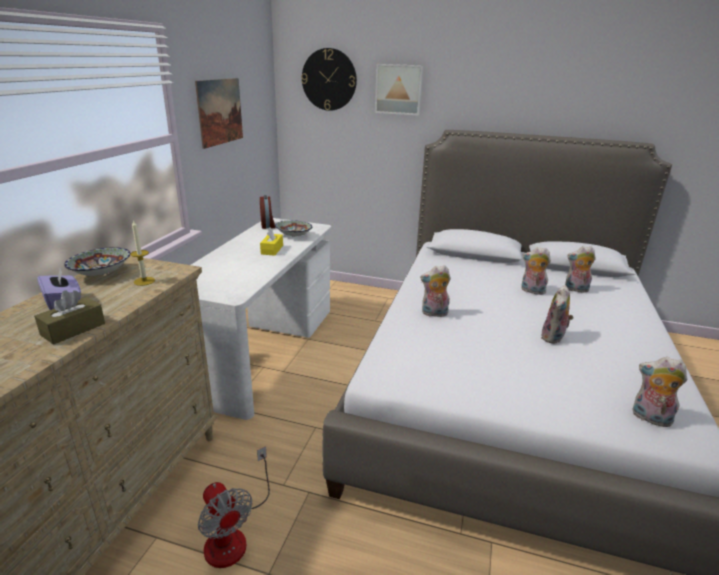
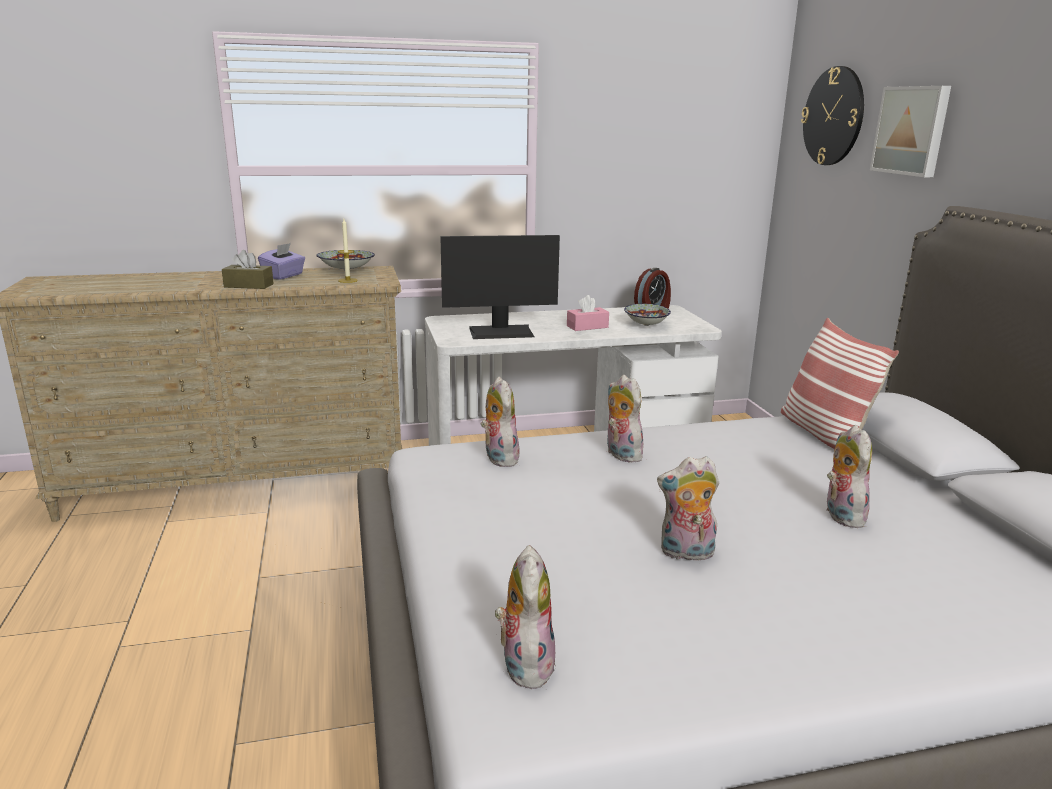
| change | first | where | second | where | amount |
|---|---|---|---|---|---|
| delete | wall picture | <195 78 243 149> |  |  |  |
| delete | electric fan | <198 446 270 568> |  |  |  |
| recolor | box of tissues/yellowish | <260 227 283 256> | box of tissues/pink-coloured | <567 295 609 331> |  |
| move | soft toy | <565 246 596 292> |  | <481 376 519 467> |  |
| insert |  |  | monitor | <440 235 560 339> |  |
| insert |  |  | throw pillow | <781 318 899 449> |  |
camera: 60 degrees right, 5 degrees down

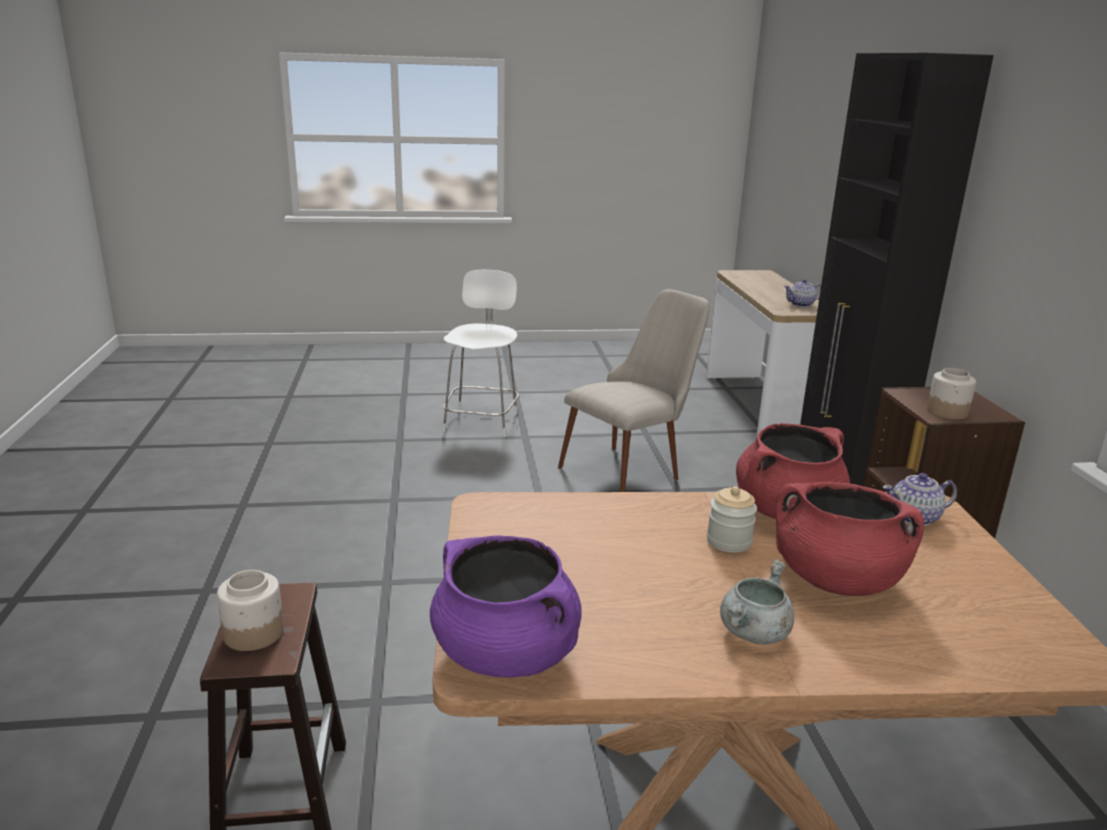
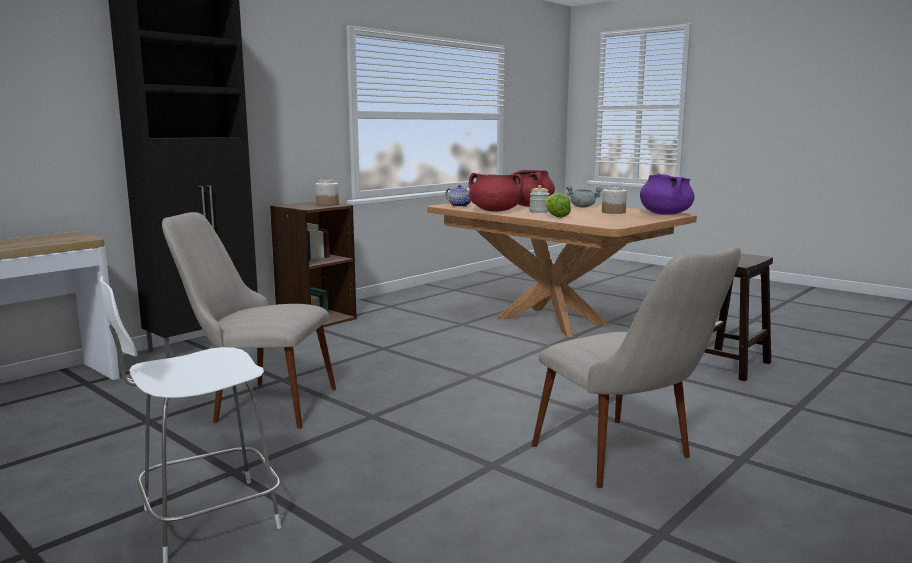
| change | first | where | second | where | amount |
|---|---|---|---|---|---|
| move | storage jar | <217 570 284 651> |  | <602 186 627 214> |  |
| delete | tea pot | <784 279 821 307> |  |  |  |
| insert |  |  | plain chair/beige-coloured | <532 247 741 488> |  |
| insert |  |  | head of lettuce | <545 193 571 218> |  |
camera: 130 degrees left, 10 degrees down

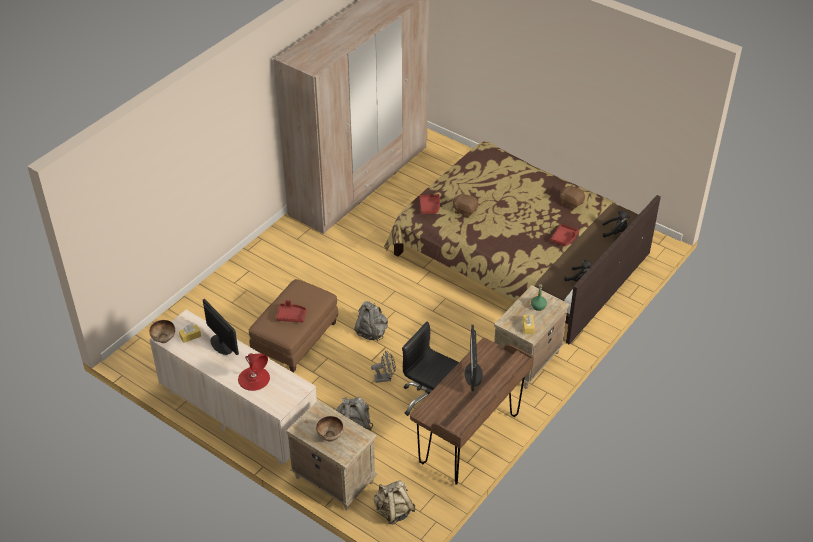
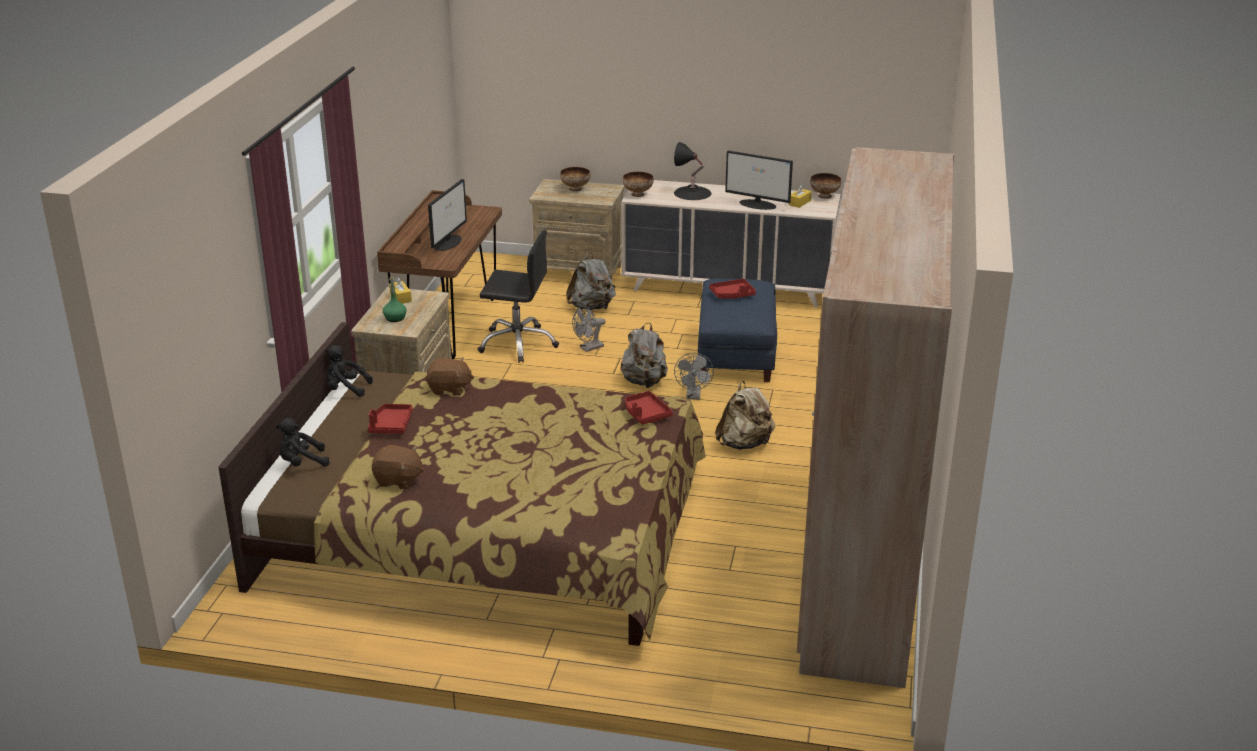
| change | first | where | second | where | amount |
|---|---|---|---|---|---|
| recolor | tabletop lamp/red-coloured | <238 353 270 391> | tabletop lamp/black | <674 142 711 200> |  |
| recolor | pouffe/brownish | <249 279 338 373> | pouffe/blue | <698 279 777 382> |  |
| move | knapsack/beige-coloured | <374 480 415 524> |  | <715 381 775 450> |  |
| move | soft toy/brownish | <452 192 478 217> |  | <426 357 474 396> |  |
| rotate | monitor | <464 325 483 391> |  | <428 179 467 251> | 45 degrees clockwise |
| insert |  |  | deep dish | <623 171 654 197> |  |
| insert |  |  | electric fan/gray | <674 353 714 400> |  |
camera: 155 degrees right, 15 degrees down

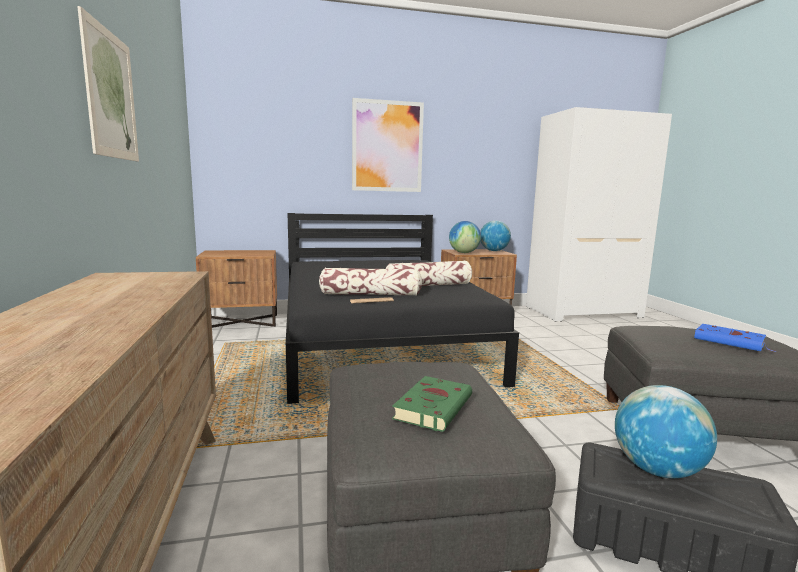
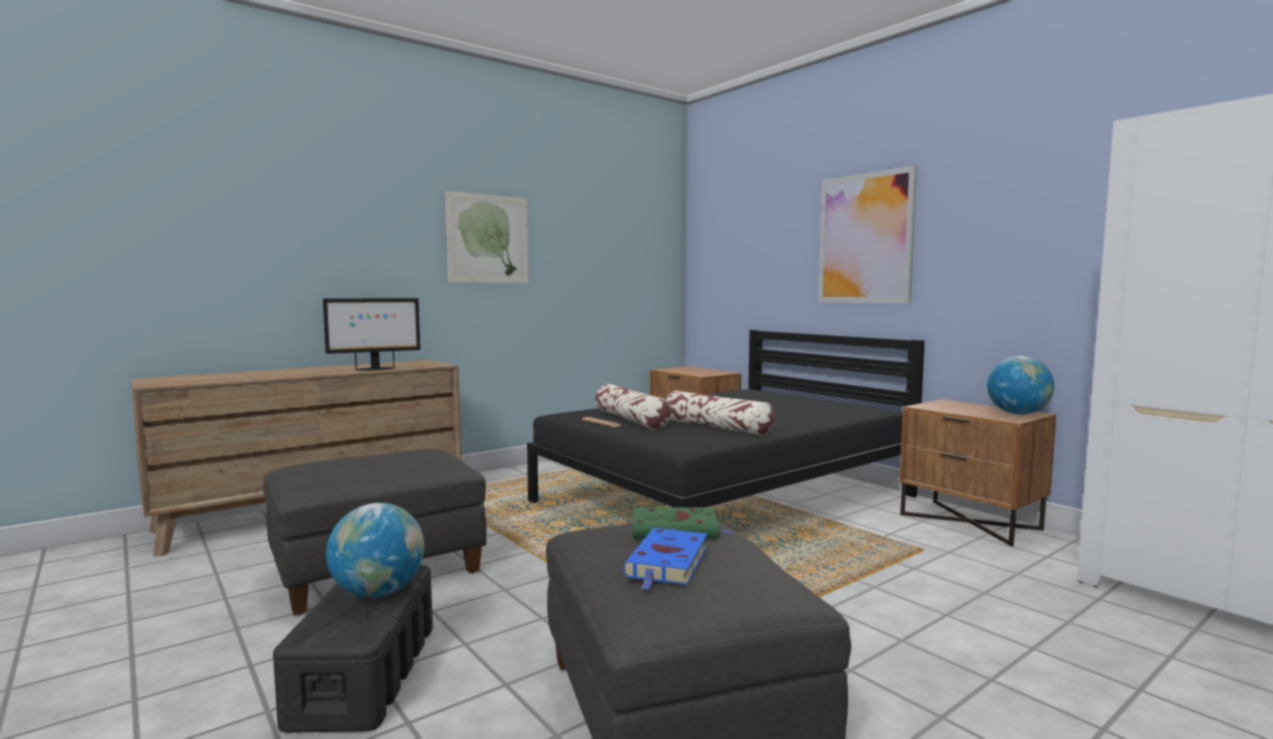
| change | first | where | second | where | amount |
|---|---|---|---|---|---|
| move | volume/greenish | <392 376 472 432> |  | <632 507 733 538> |  |
| delete | world globe | <449 221 481 253> |  |  |  |
| insert |  |  | monitor | <323 298 421 371> |  |
camera: 65 degrees right, 5 degrees down

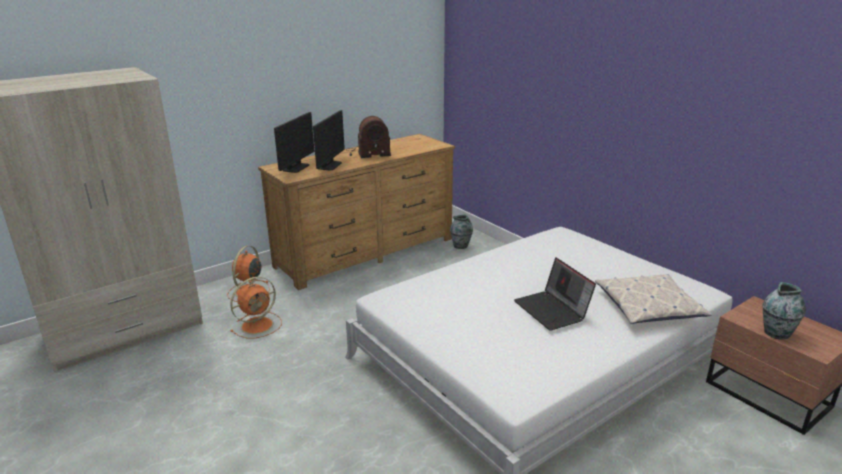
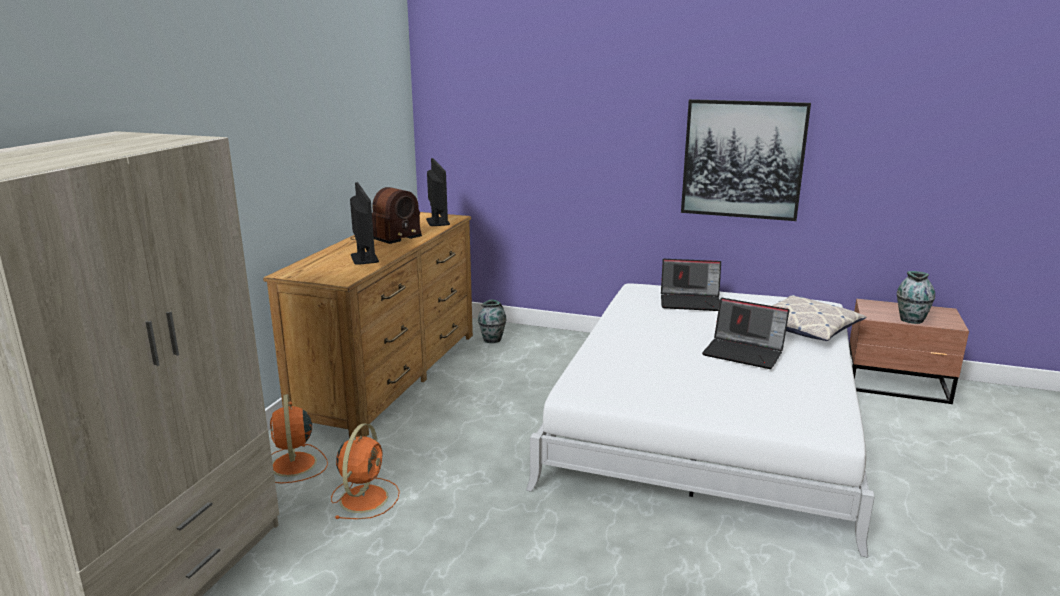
| change | first | where | second | where | amount |
|---|---|---|---|---|---|
| move | monitor | <274 112 314 173> |  | <426 158 450 226> |  |
| insert |  |  | laptop | <661 259 721 311> |  |
| insert |  |  | wall picture | <681 99 811 221> |  |
camera: 35 degrees left, 5 degrees down

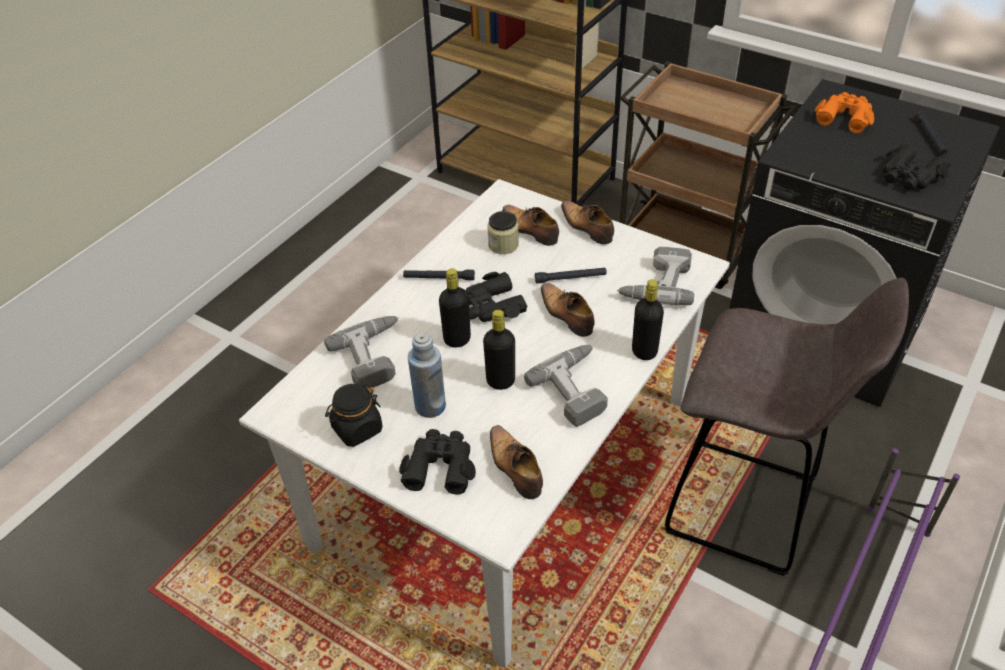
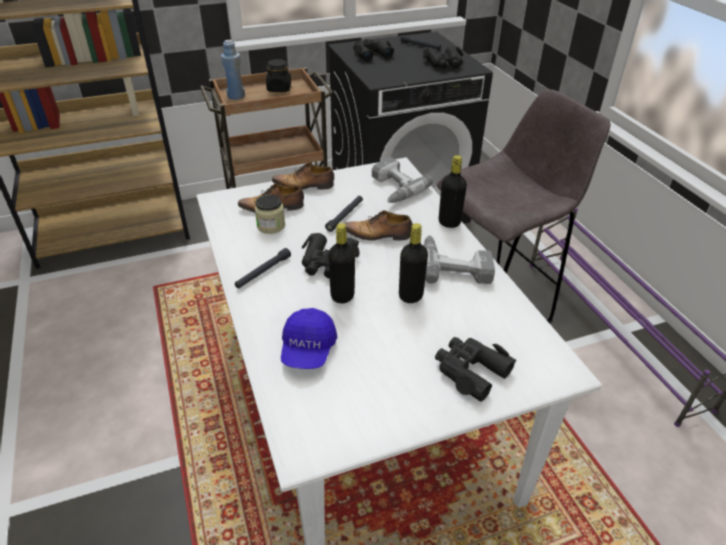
| change | first | where | second | where | amount |
|---|---|---|---|---|---|
| replace | electric drill | <324 316 398 389> | cap/blue | <281 308 337 369> |  |
| move | storage jar/black | <325 384 383 447> |  | <266 59 291 92> |  |
| move | bottle/blue | <408 333 446 418> |  | <221 40 245 100> |  |
| delete | shoe | <490 425 543 499> |  |  |  |
| recolor | binoculars/orange-coloured | <815 92 874 134> | binoculars/black | <353 39 394 62> |  |
camera: 55 degrees left, 5 degrees down

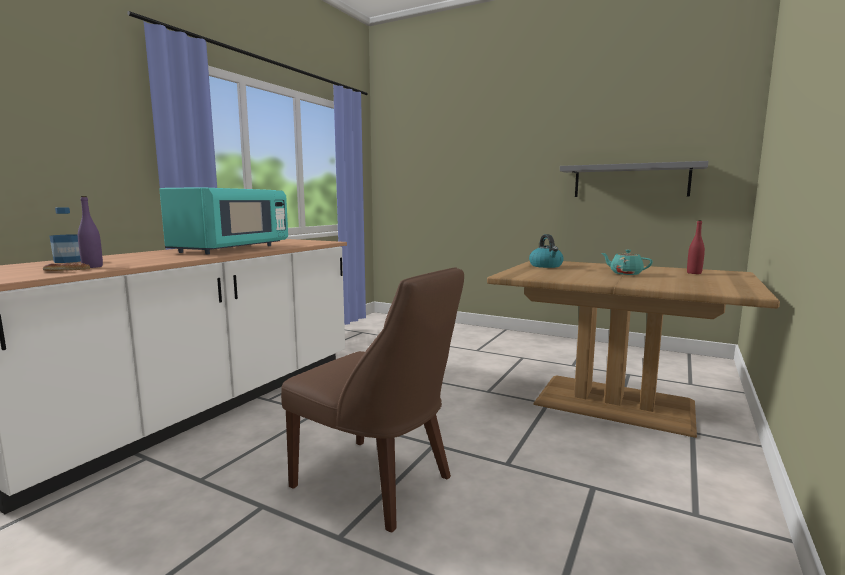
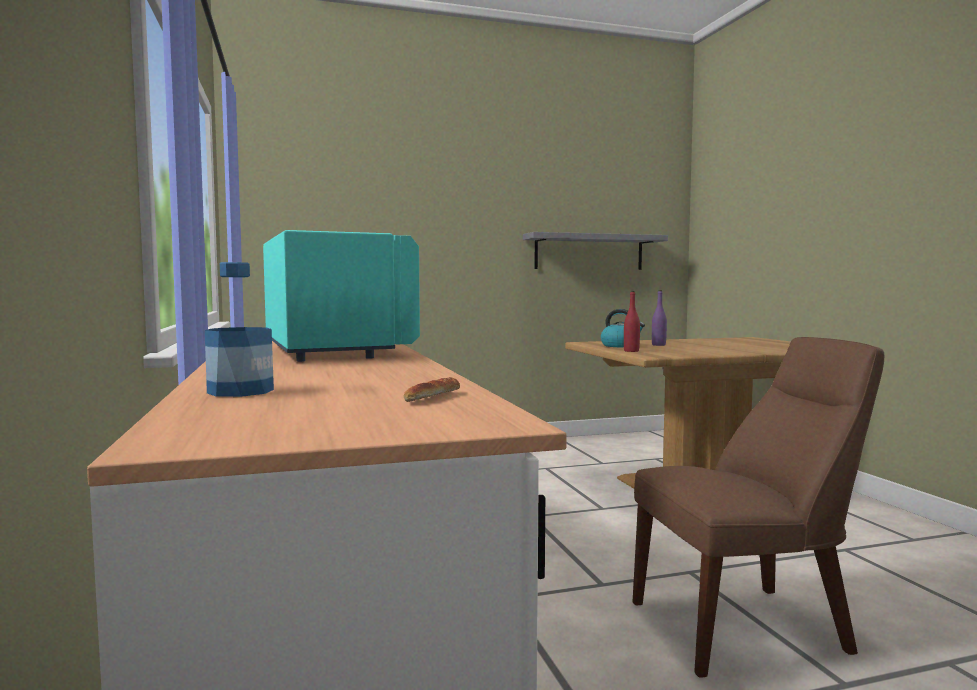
| change | first | where | second | where | amount |
|---|---|---|---|---|---|
| move | bottle/purple-coloured | <78 196 103 268> |  | <652 290 667 346> |  |
| delete | tea pot/turquoise | <601 250 653 275> |  |  |  |
| move | bottle/red-coloured | <687 220 705 274> |  | <624 291 640 352> |  |
camera: 45 degrees left, 5 degrees down

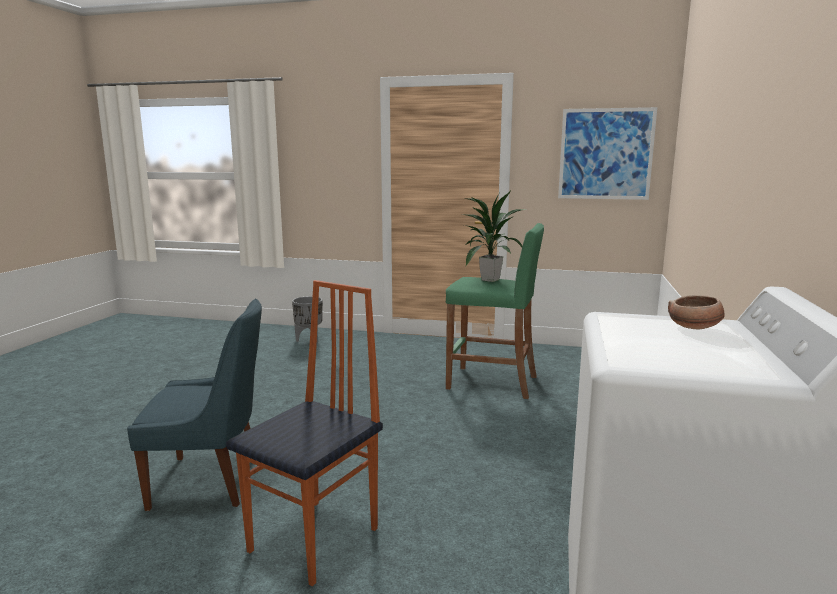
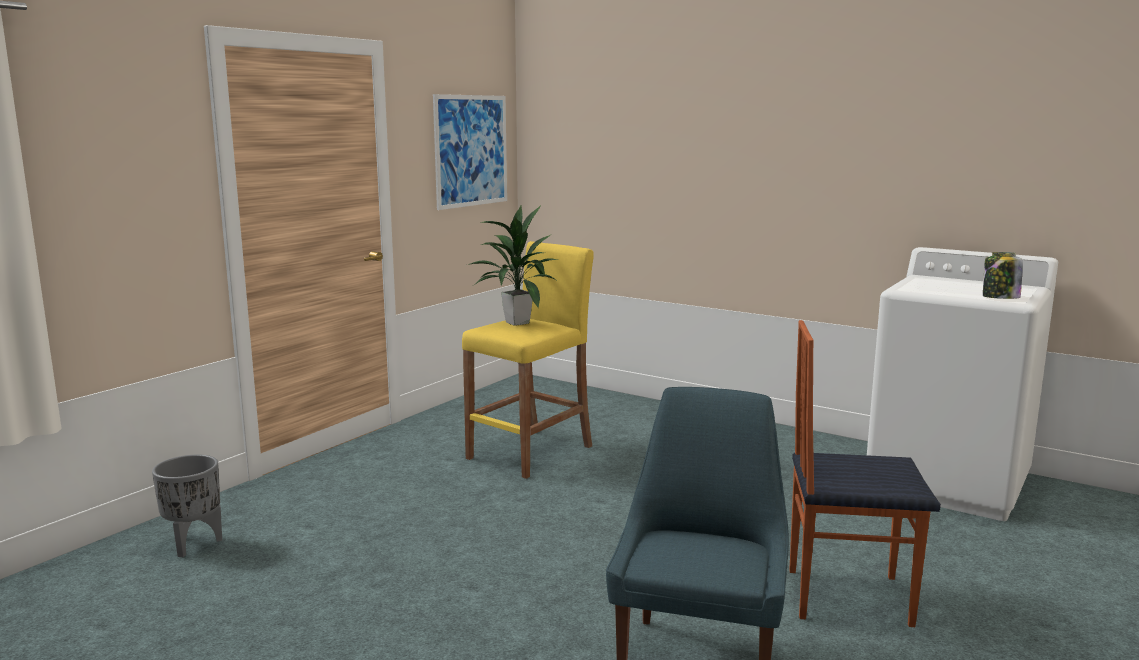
| change | first | where | second | where | amount |
|---|---|---|---|---|---|
| rotate | plain chair | <226 280 383 586> |  | <789 320 941 627> | 45 degrees counterclockwise |
| recolor | stool seat/greenish | <446 223 544 399> | stool seat/yellowish | <462 241 594 479> |  |
| delete | deep dish | <668 295 724 329> |  |  |  |
| insert |  |  | storage jar | <983 252 1023 299> |  |
camera: 70 degrees left, 0 degrees up

